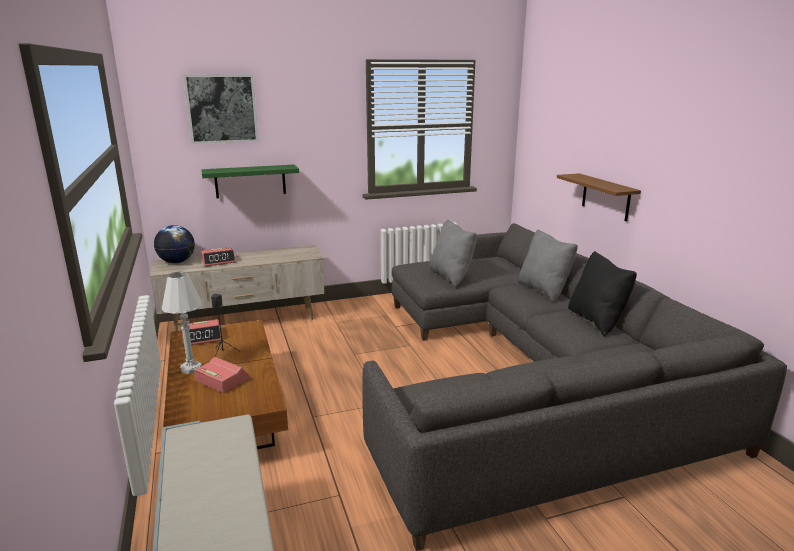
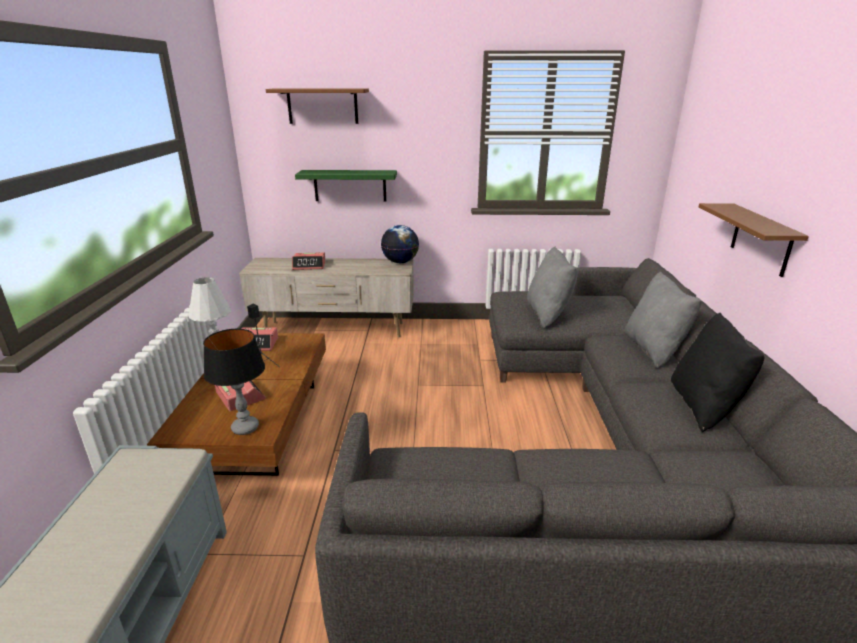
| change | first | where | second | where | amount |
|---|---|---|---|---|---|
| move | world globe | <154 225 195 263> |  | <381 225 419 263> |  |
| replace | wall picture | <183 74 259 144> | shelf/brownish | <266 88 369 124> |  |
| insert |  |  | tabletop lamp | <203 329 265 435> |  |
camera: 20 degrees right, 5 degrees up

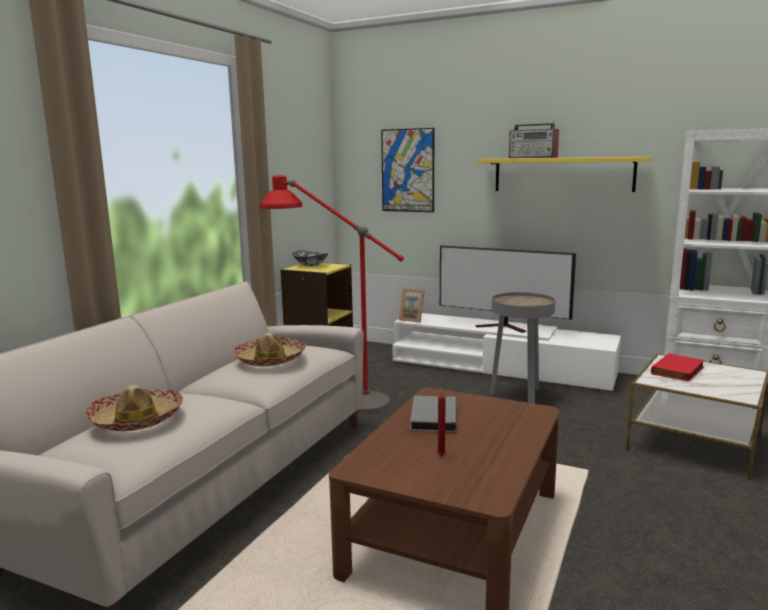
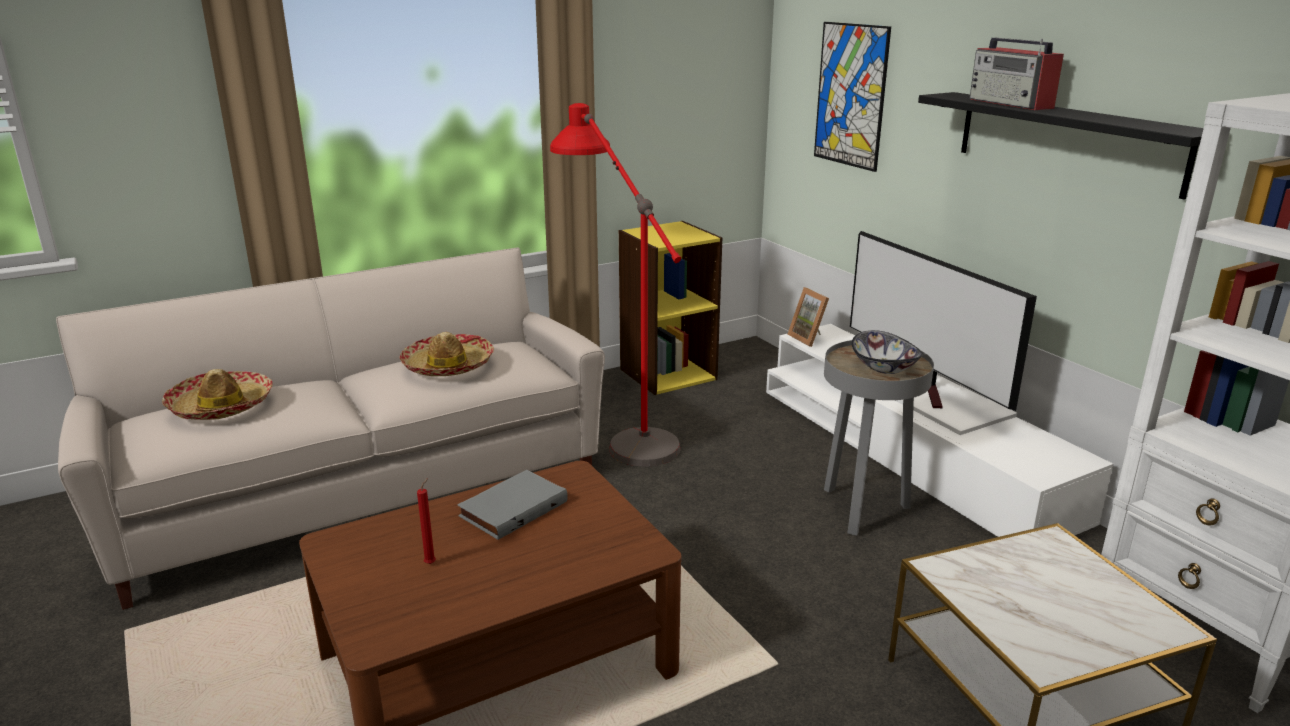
| change | first | where | second | where | amount |
|---|---|---|---|---|---|
| move | deep dish | <293 251 328 266> |  | <852 330 923 374> |  |
| recolor | shelf/yellowish | <477 157 652 192> | shelf/black | <918 92 1204 200> |  |
| delete | volume/red-coloured | <651 353 704 382> |  |  |  |
camera: 35 degrees right, 10 degrees up

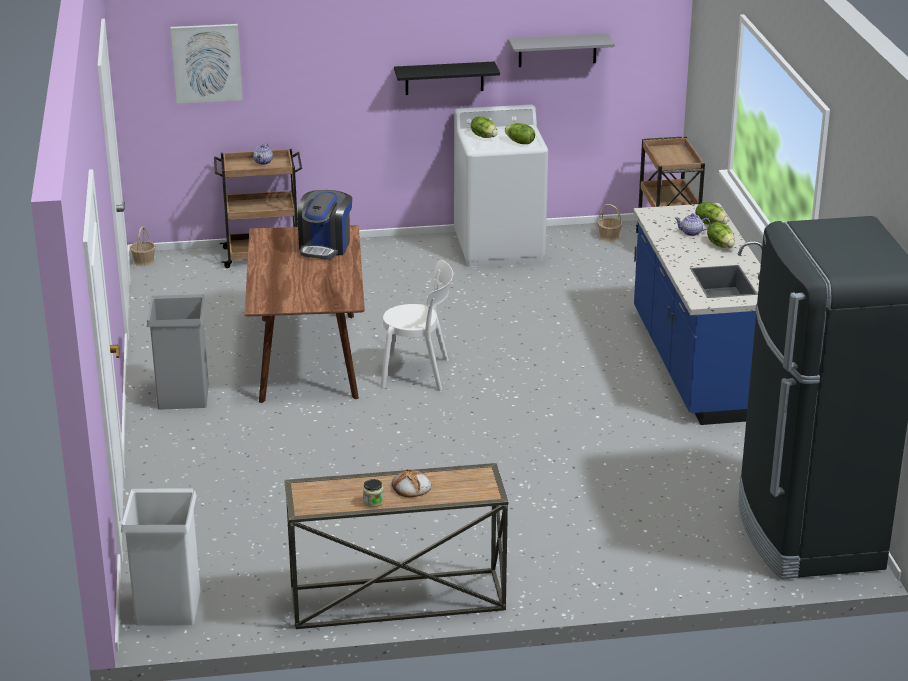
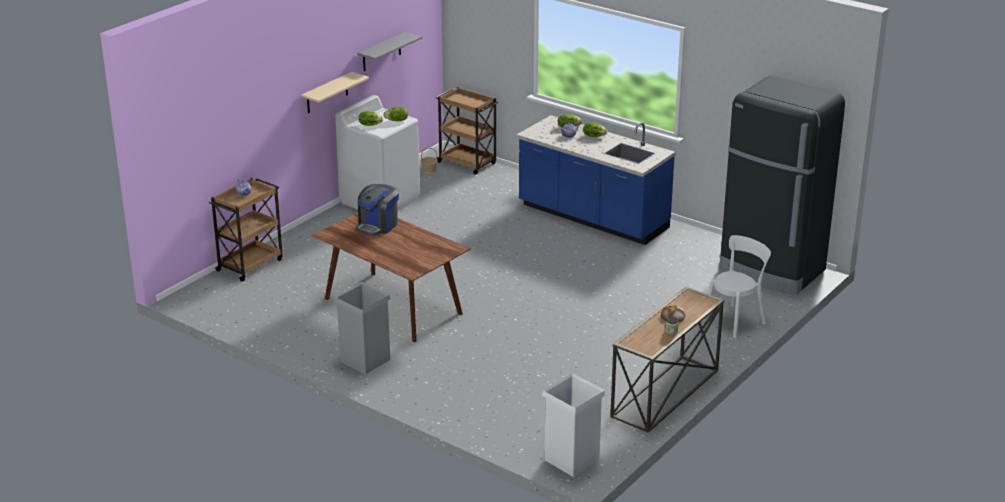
| change | first | where | second | where | amount |
|---|---|---|---|---|---|
| delete | household basket | <130 226 156 266> |  |  |  |
| delete | wall picture | <170 24 242 104> |  |  |  |
| rotate | coffee machine | <297 190 352 260> |  | <356 184 399 236> | 60 degrees clockwise |
| move | plain chair/white | <381 260 453 391> |  | <703 235 771 338> |  |
| recolor | shelf/black | <394 61 500 95> | shelf/beige-coloured | <301 72 369 113> |  |
camera: 45 degrees left, 0 degrees up

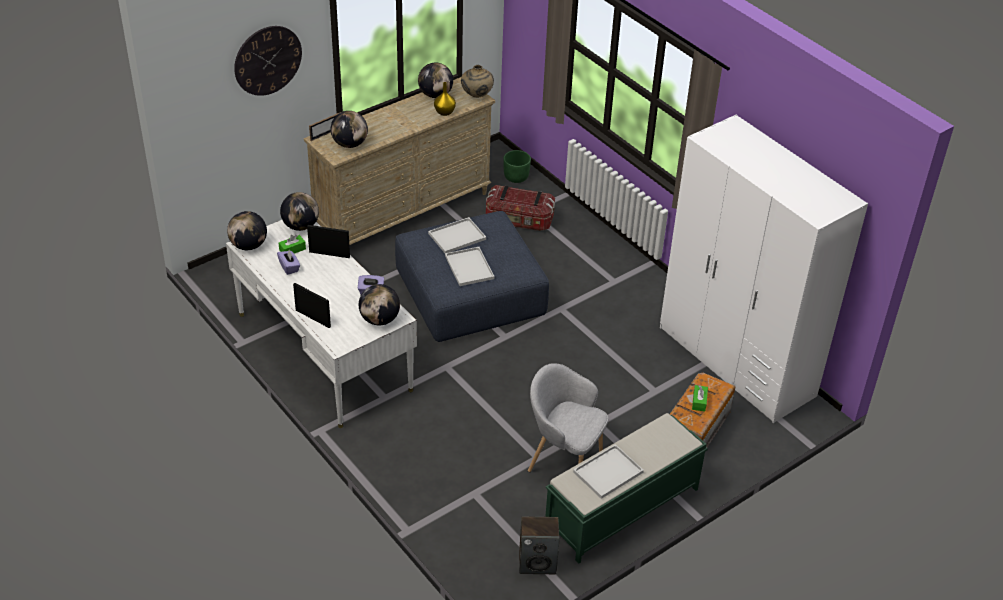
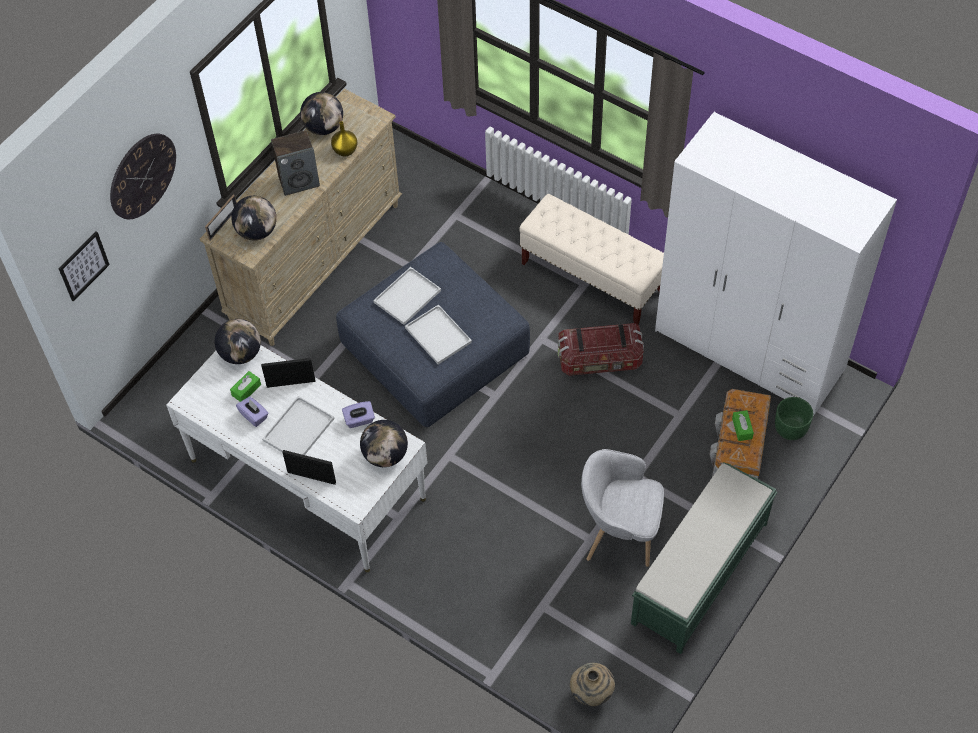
| change | first | where | second | where | amount |
|---|---|---|---|---|---|
| delete | world globe | <227 211 267 250> |  |  |  |
| move | decorative vase/beige-coloured | <461 65 494 98> |  | <570 663 615 706> |  |
| move | storage bin | <486 185 555 231> |  | <558 323 644 376> |  |
| move | flower pot/greenish | <503 150 531 183> |  | <775 397 813 440> |  |
| move | audio speaker | <519 516 560 574> |  | <271 130 320 196> |  |
| move | serving tray/white | <573 444 644 499> |  | <262 396 334 455> |  |
| insert |  |  | wall picture | <58 231 110 301> |  |
| insert |  |  | indoor bench/beige-coloured | <519 194 664 325> |  |
camera: 15 degrees left, 15 degrees up

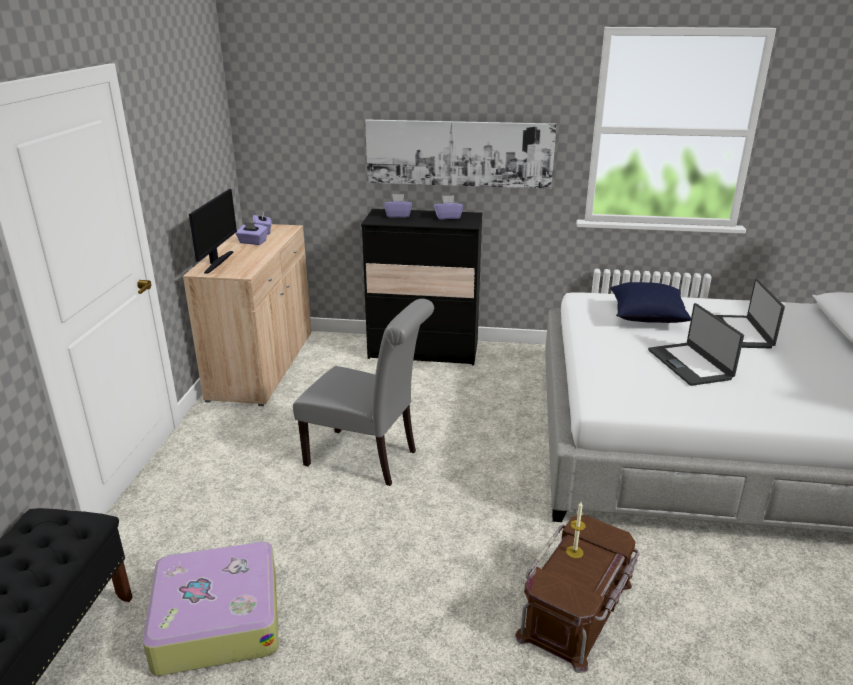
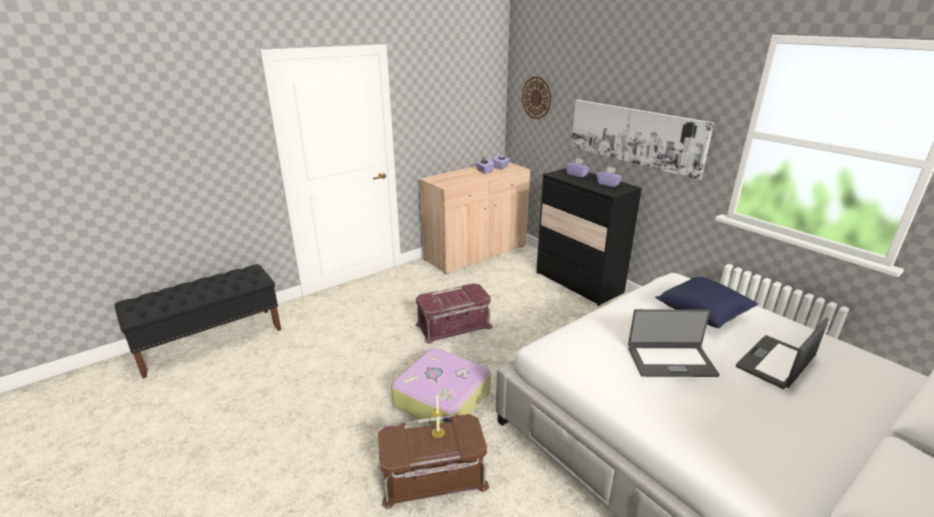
| change | first | where | second | where | amount |
|---|---|---|---|---|---|
| move | piece of luggage | <143 540 279 676> |  | <391 348 491 425> |  |
| delete | monitor | <189 189 237 274> |  |  |  |
| replace | plain chair/gray | <293 299 434 486> | storage bin/red-coloured | <415 283 492 344> |  |
| rotate | laptop | <648 303 744 386> |  | <628 309 720 377> | 120 degrees counterclockwise |
| insert |  |  | hanging clock | <522 76 551 119> |  |
camera: 45 degrees right, 0 degrees up

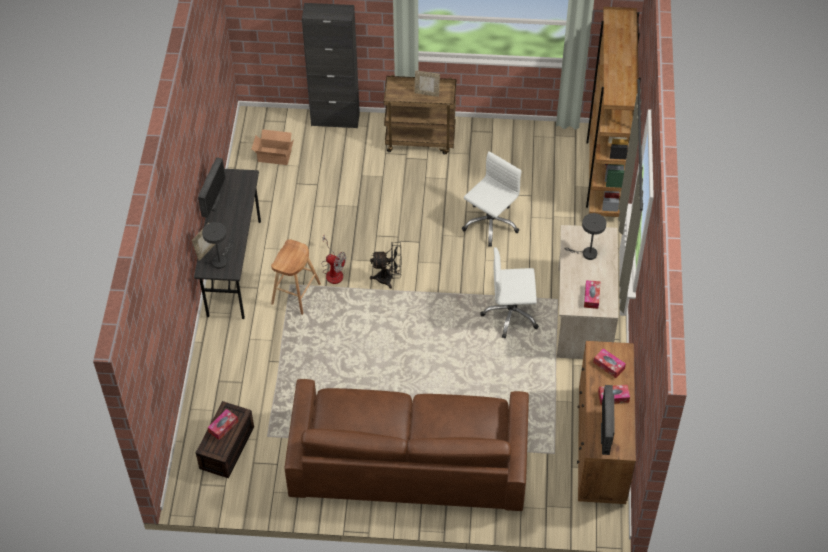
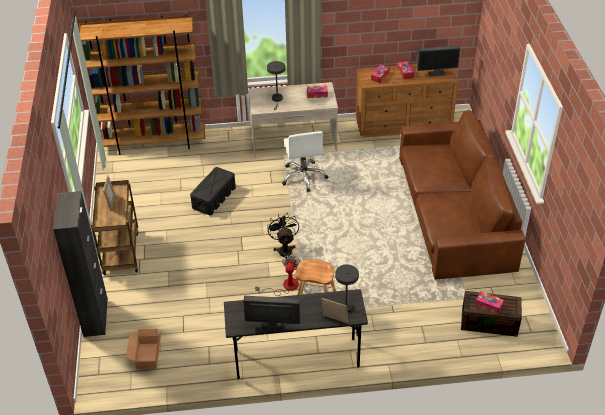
| change | first | where | second | where | amount |
|---|---|---|---|---|---|
| replace | computer chair/white | <462 151 522 247> | storage bin/black | <190 167 236 215> |  |
camera: 100 degrees left, 10 degrees down

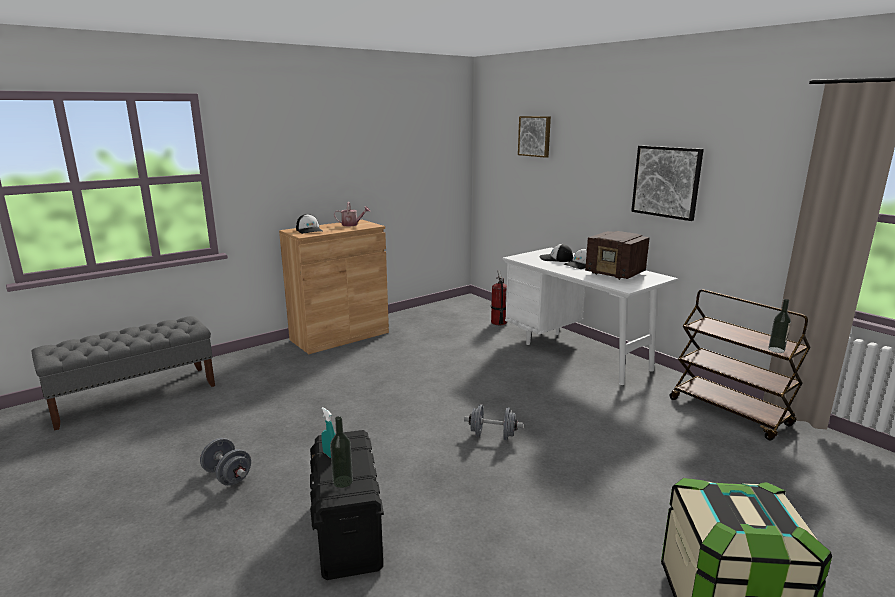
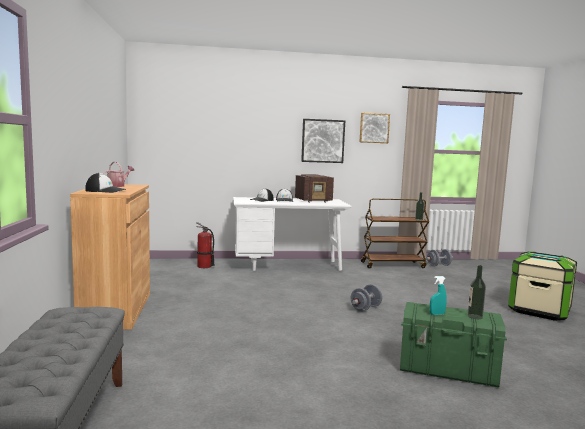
| change | first | where | second | where | amount |
|---|---|---|---|---|---|
| move | free weight/gray | <200 438 251 486> |  | <426 249 453 267> |  |
| recolor | storage bin/black | <310 430 384 580> | storage bin/greenish | <400 302 507 387> |  |
| move | wall picture | <518 116 551 158> |  | <360 113 390 143> |  |
camera: 60 degrees left, 10 degrees down

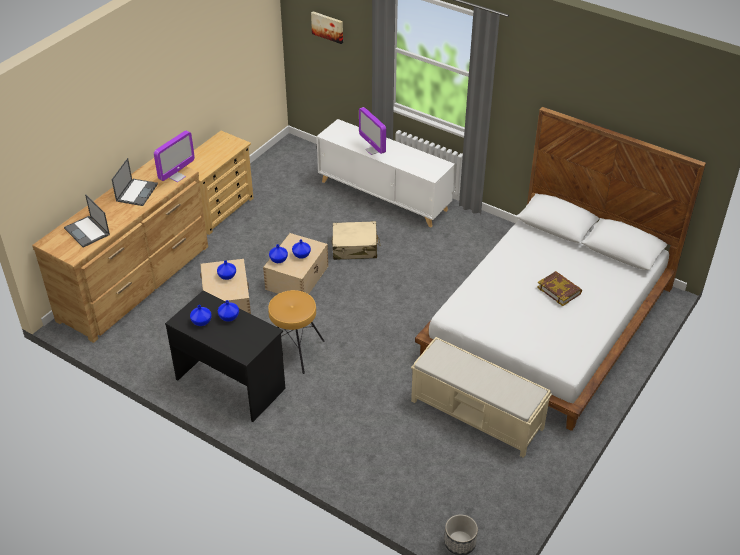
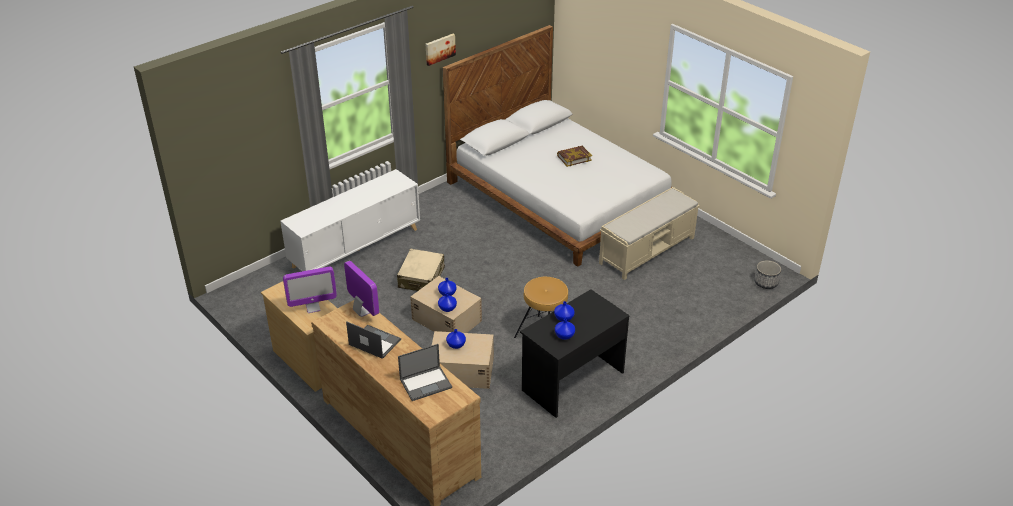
| change | first | where | second | where | amount |
|---|---|---|---|---|---|
| move | wall picture | <311 11 343 44> |  | <426 34 456 66> |  |
| move | monitor | <359 107 386 155> |  | <283 267 337 313> |  |
camera: 75 degrees left, 5 degrees down

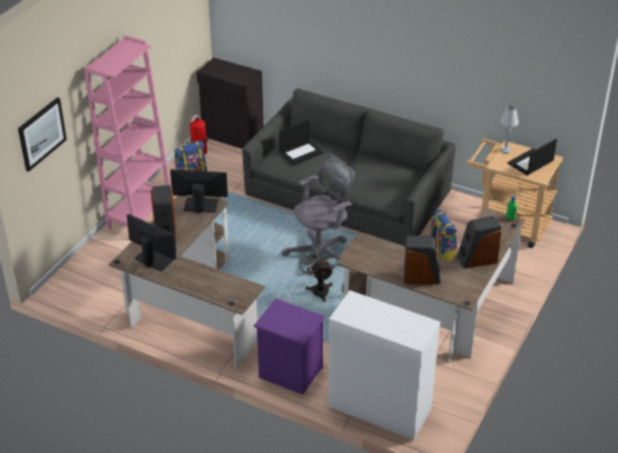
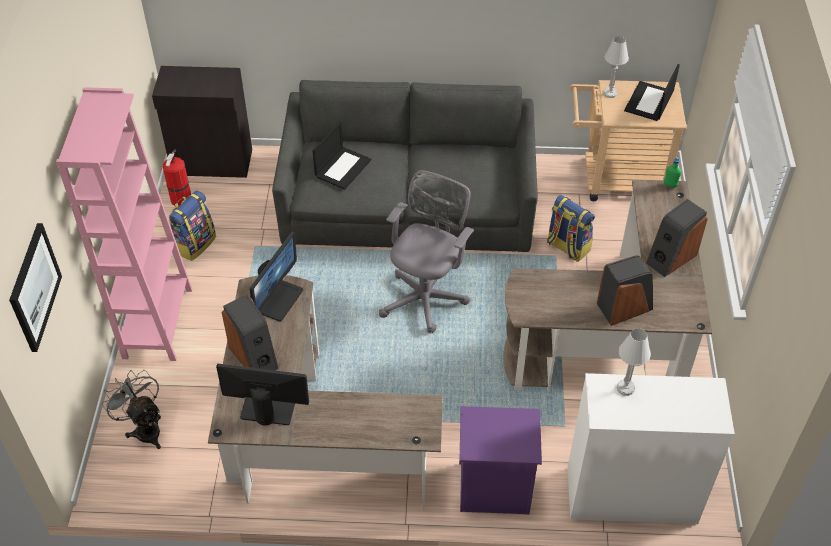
| change | first | where | second | where | amount |
|---|---|---|---|---|---|
| rotate | monitor | <170 169 228 213> |  | <250 232 303 322> | 135 degrees clockwise |
| move | electric fan/gray | <298 241 338 302> |  | <102 370 161 449> |  |
| insert |  |  | tabletop lamp/white | <617 328 651 396> |  |
camera: 25 degrees left, 10 degrees up

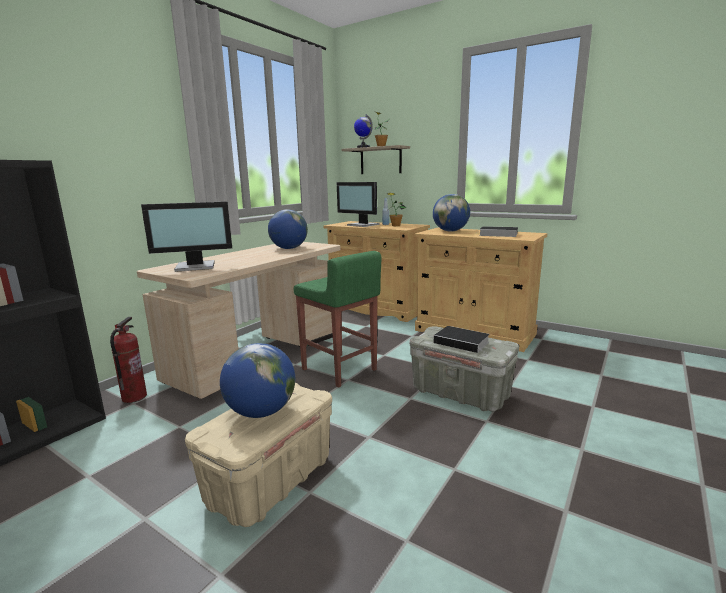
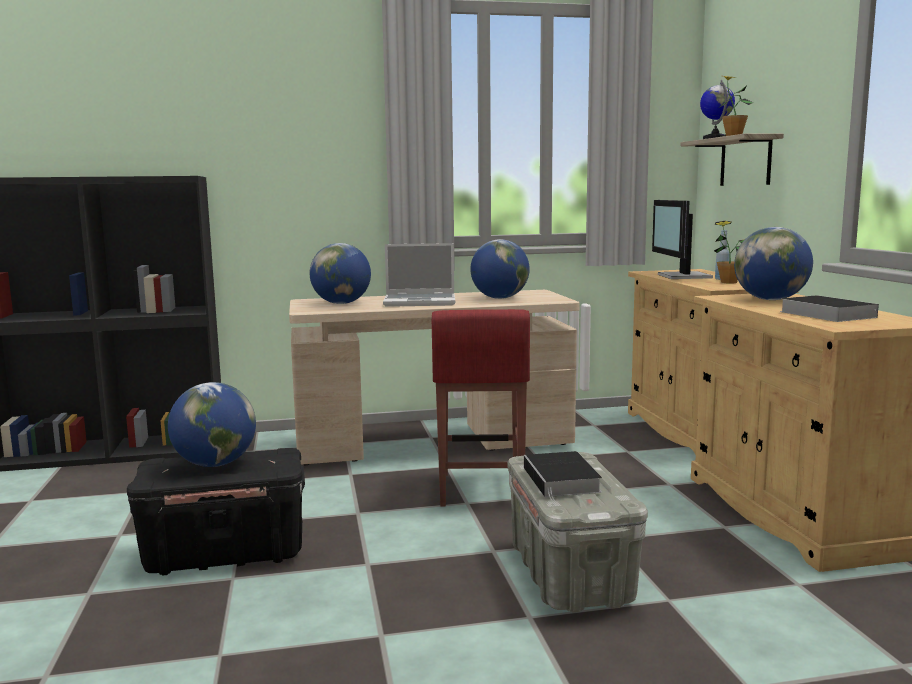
| change | first | where | second | where | amount |
|---|---|---|---|---|---|
| delete | fire-fighting cylinder | <110 317 147 403> |  |  |  |
| replace | monitor | <141 201 232 272> | world globe | <310 243 371 304> |  |
| recolor | storage bin/beige-coloured | <185 383 332 527> | storage bin/black | <127 448 305 576> |  |
| recolor | stool seat/greenish | <294 251 381 387> | stool seat/red-coloured | <432 309 530 506> |  |
| insert |  |  | laptop | <383 243 455 307> |  |
camera: 45 degrees right, 5 degrees down

